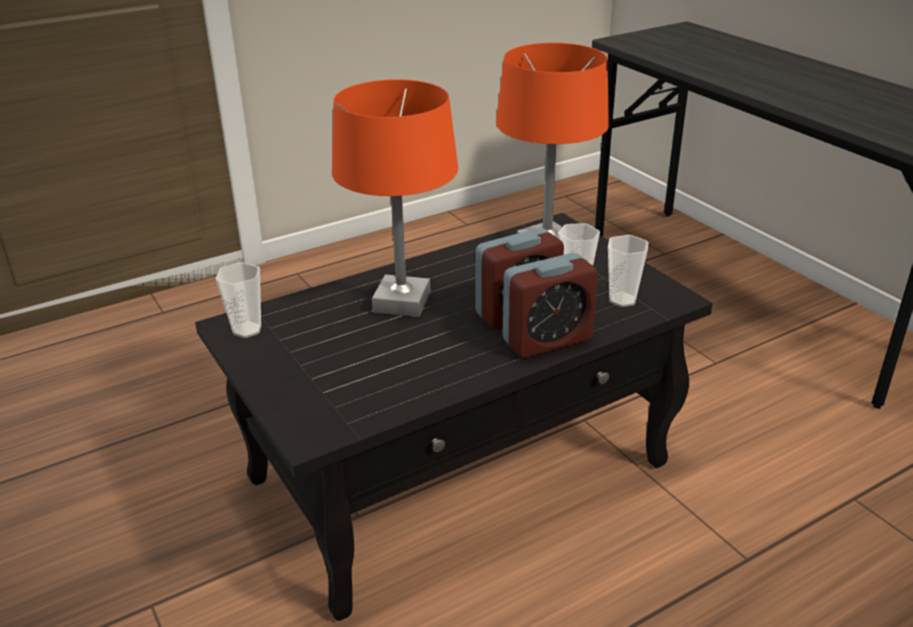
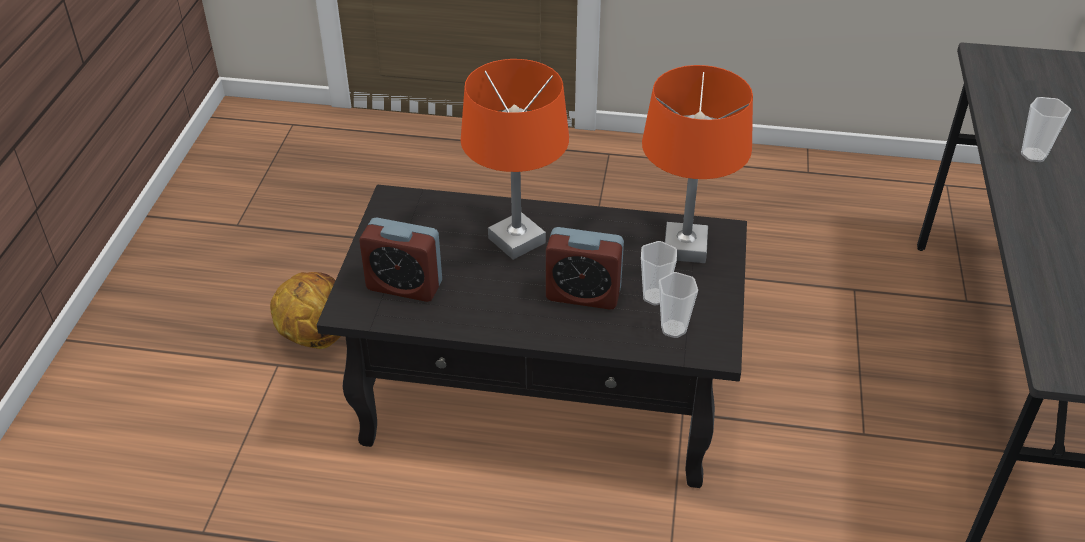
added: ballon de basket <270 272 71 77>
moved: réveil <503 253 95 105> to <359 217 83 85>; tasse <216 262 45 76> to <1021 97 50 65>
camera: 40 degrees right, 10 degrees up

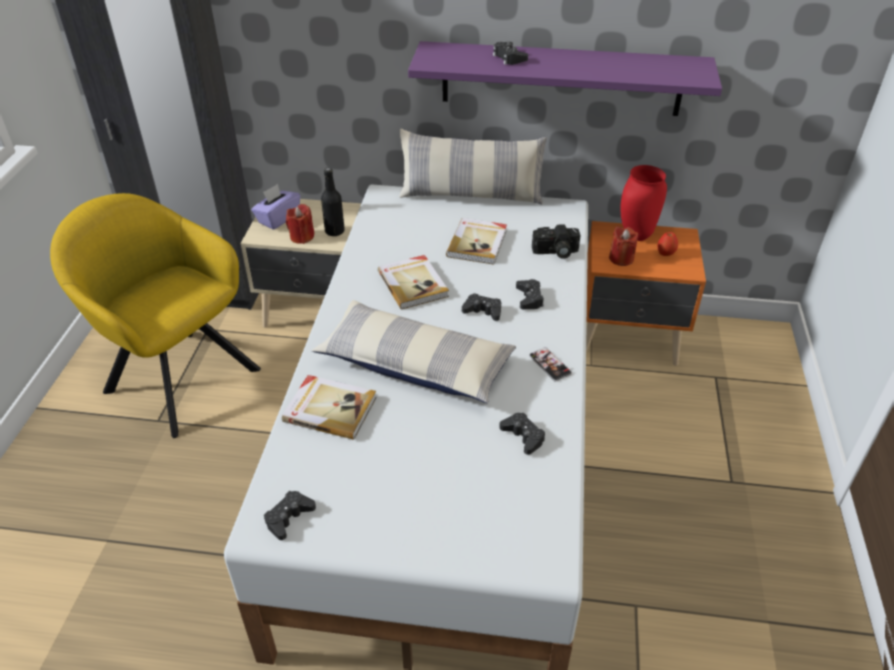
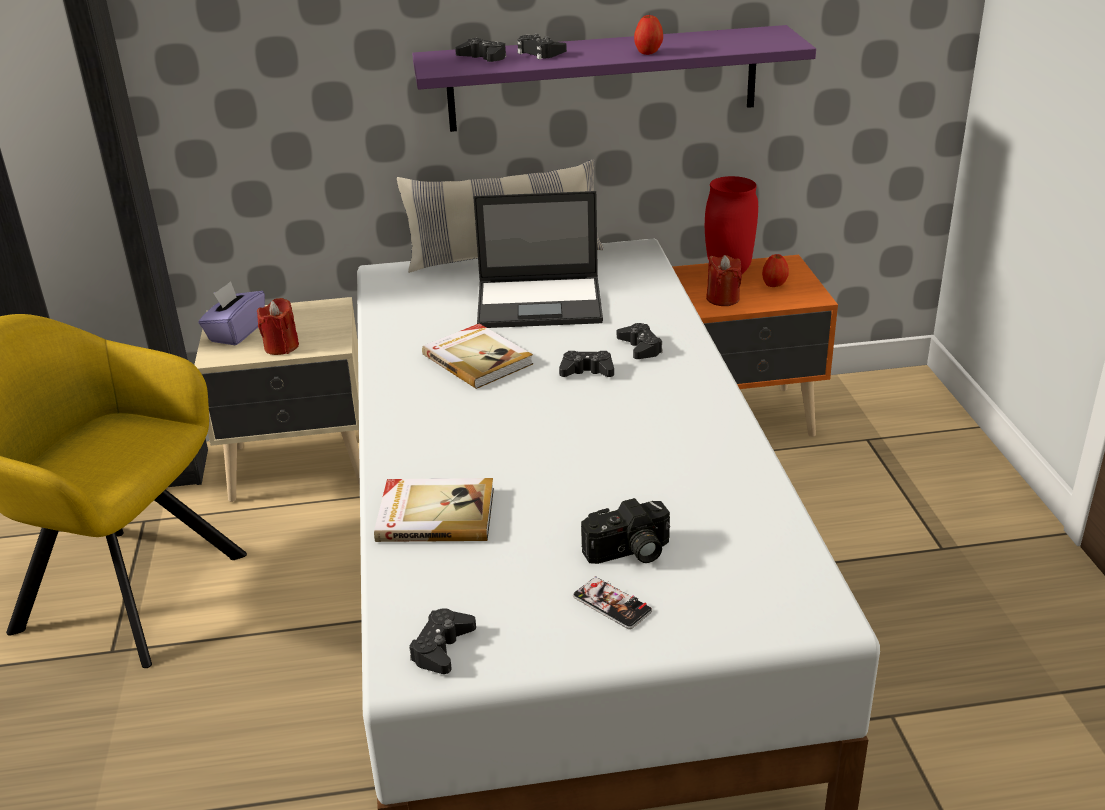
removed: coussin <312 300 204 103>; bouteille [noir] <321 168 24 68>
added: pomme <634 15 29 40>
moved: manette [noir] <499 413 46 42> to <455 38 51 24>; téléphone <529 347 43 34> to <573 576 79 53>; appareil photo <532 224 48 35> to <581 498 89 66>
replaced: livre <446 218 61 47> to ordinateur portable <473 191 130 137>
camera: 15 degrees left, 10 degrees down

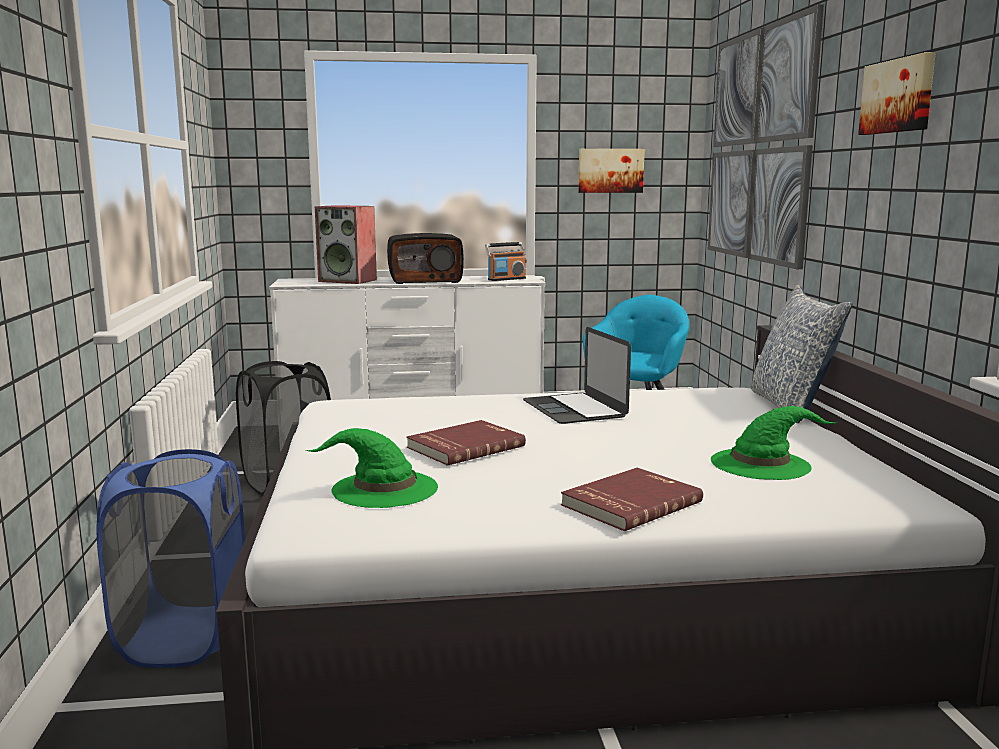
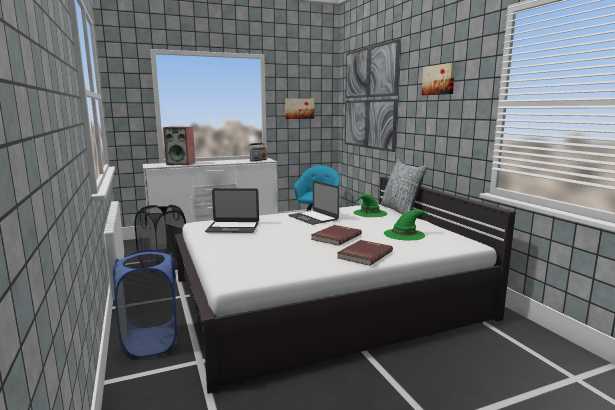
removed: radio <387 233 77 51>
added: ordinateur portable <205 188 54 45>
moved: livre [rouge] <406 420 120 46> to <311 225 51 21>; chapeau [vert] <306 428 132 80> to <353 194 35 23>
camera: 15 degrees left, 0 degrees up

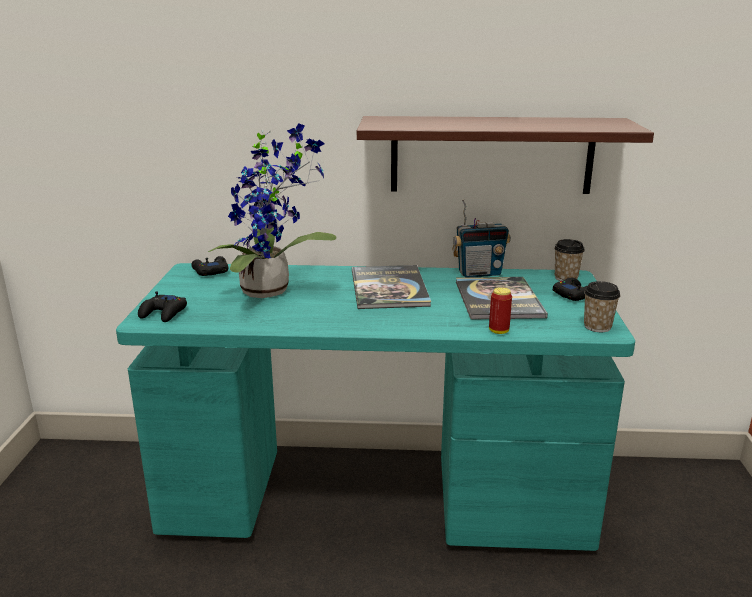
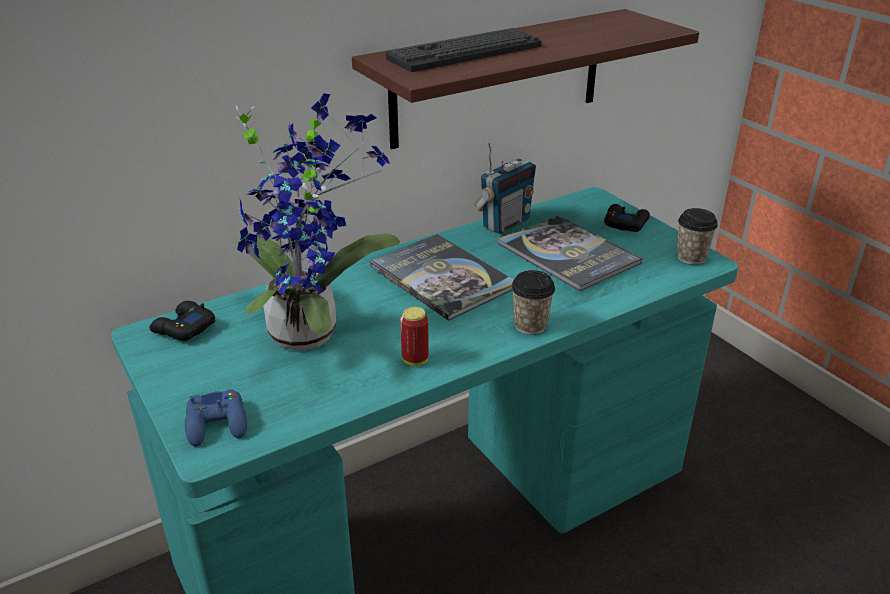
added: clavier <386 28 156 44>
moved: boîte métallique <489 287 23 47> to <400 307 29 59>; tasse <554 239 31 42> to <511 270 44 65>
recoloured: manette [noir] <138 292 49 30> to manette [bleu] <185 389 62 58>
camera: 35 degrees left, 10 degrees up

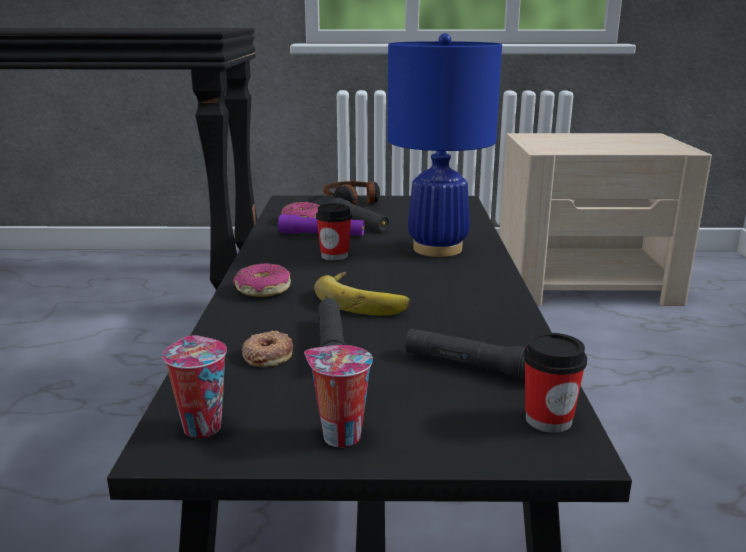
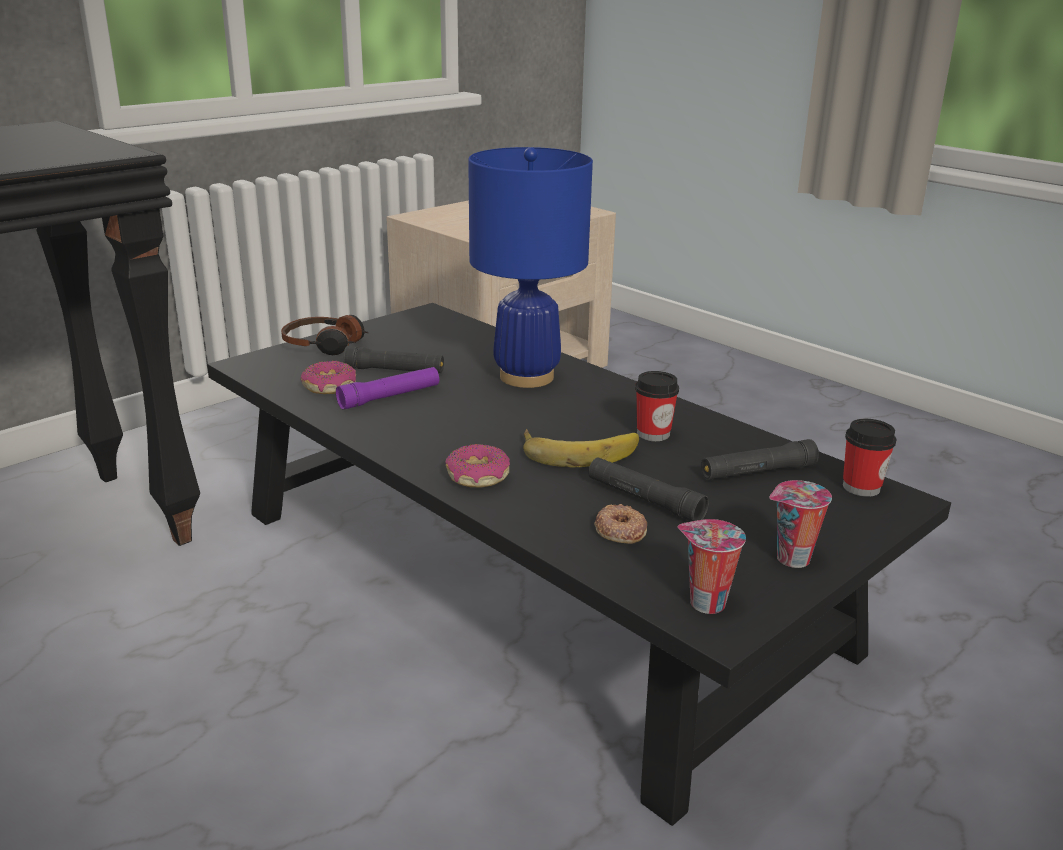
moved: tasse <316 203 36 58> to <635 371 44 70>
camera: 45 degrees left, 5 degrees up

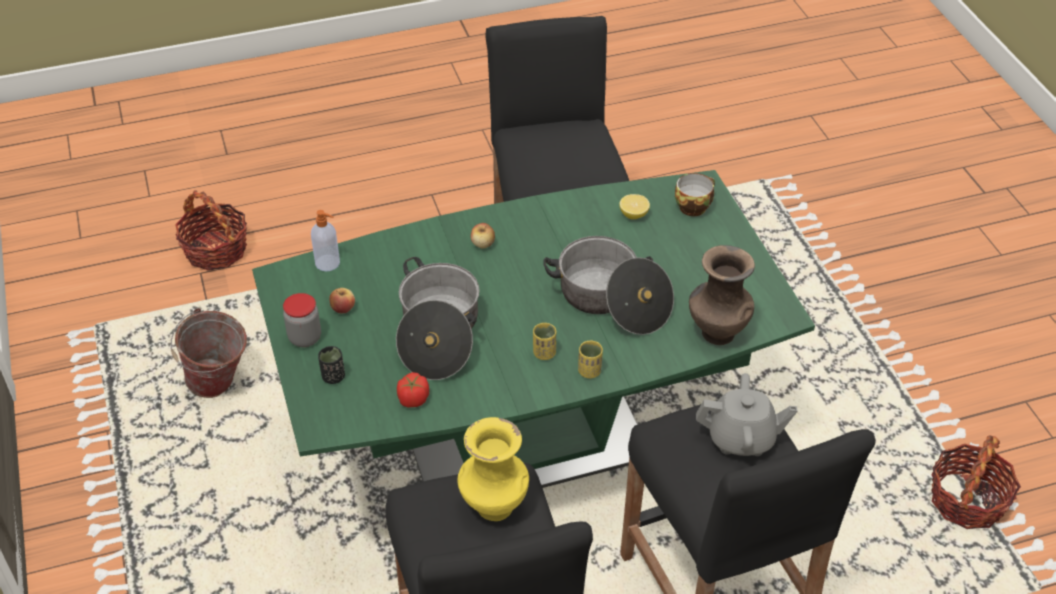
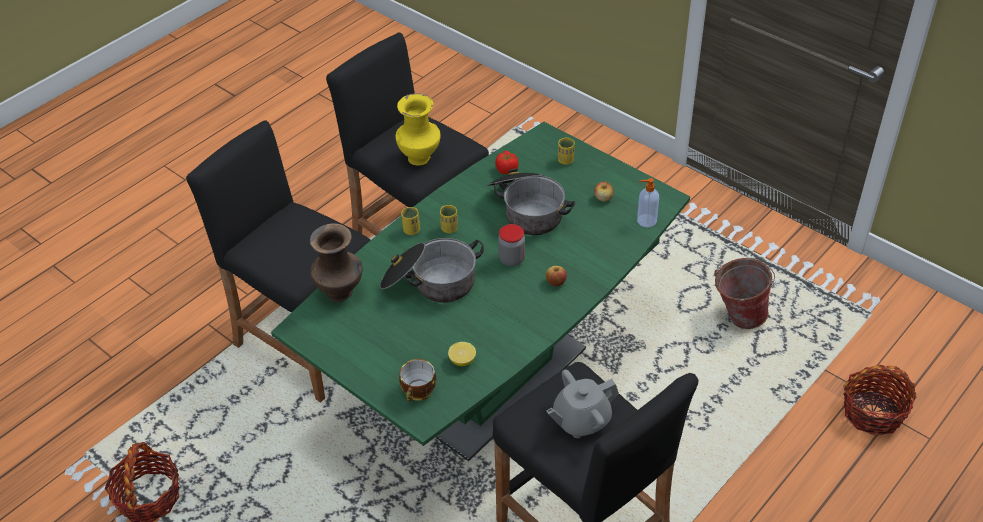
moved: bocal <283 293 38 54> to <498 224 27 42>; théière [gris] <696 373 101 83> to <546 370 73 68>
recoloured: tasse [noir] <318 346 27 38> to tasse [jaune] <558 138 17 27>
camera: 150 degrees right, 0 degrees up

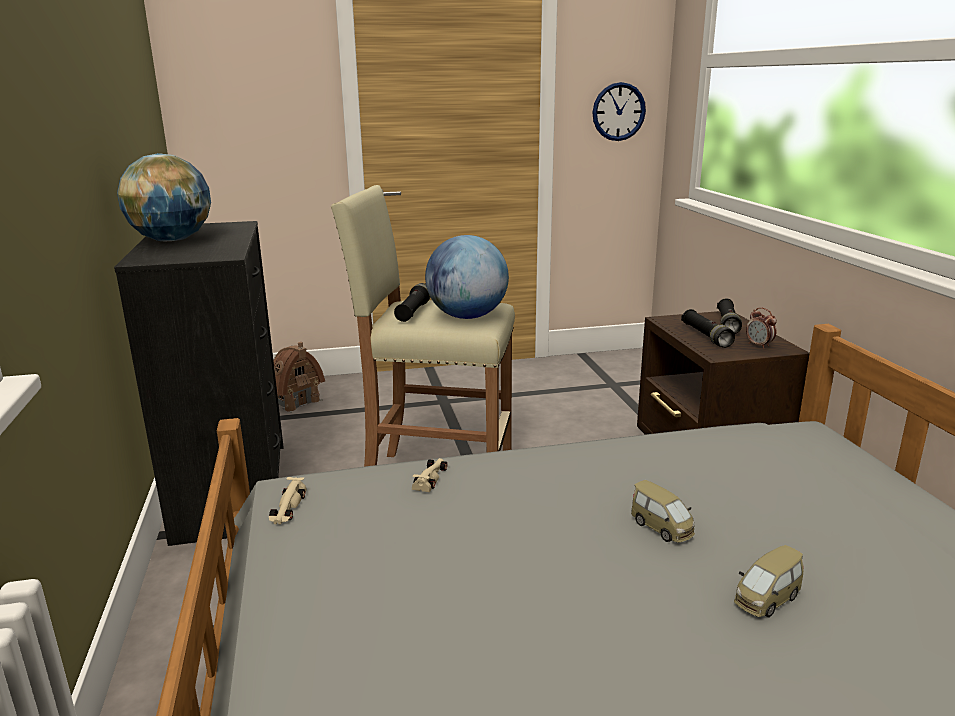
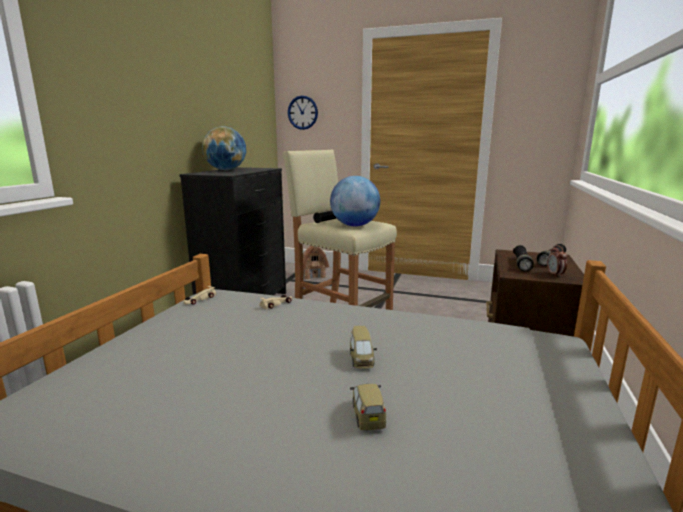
moved: horloge murale <592 82 54 59> to <288 95 30 35>
turned: petite voiture <734 545 70 73> = <350 384 36 46> 90 degrees clockwise
camera: 30 degrees right, 5 degrees down

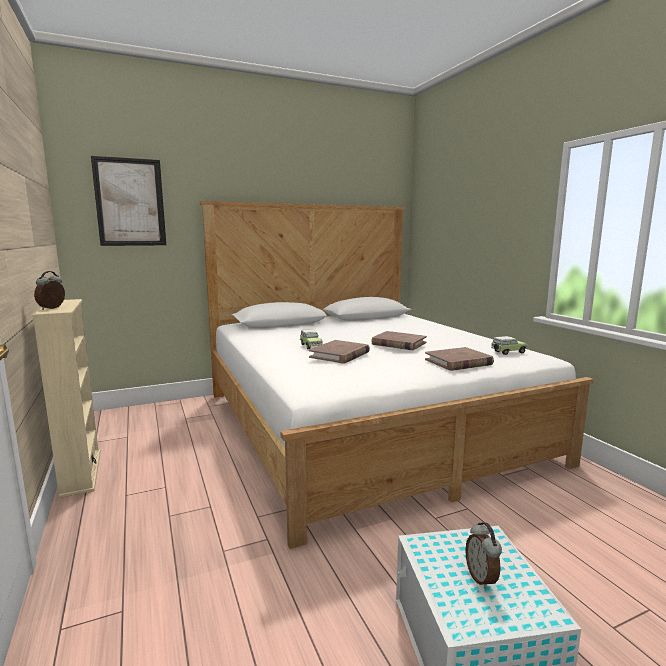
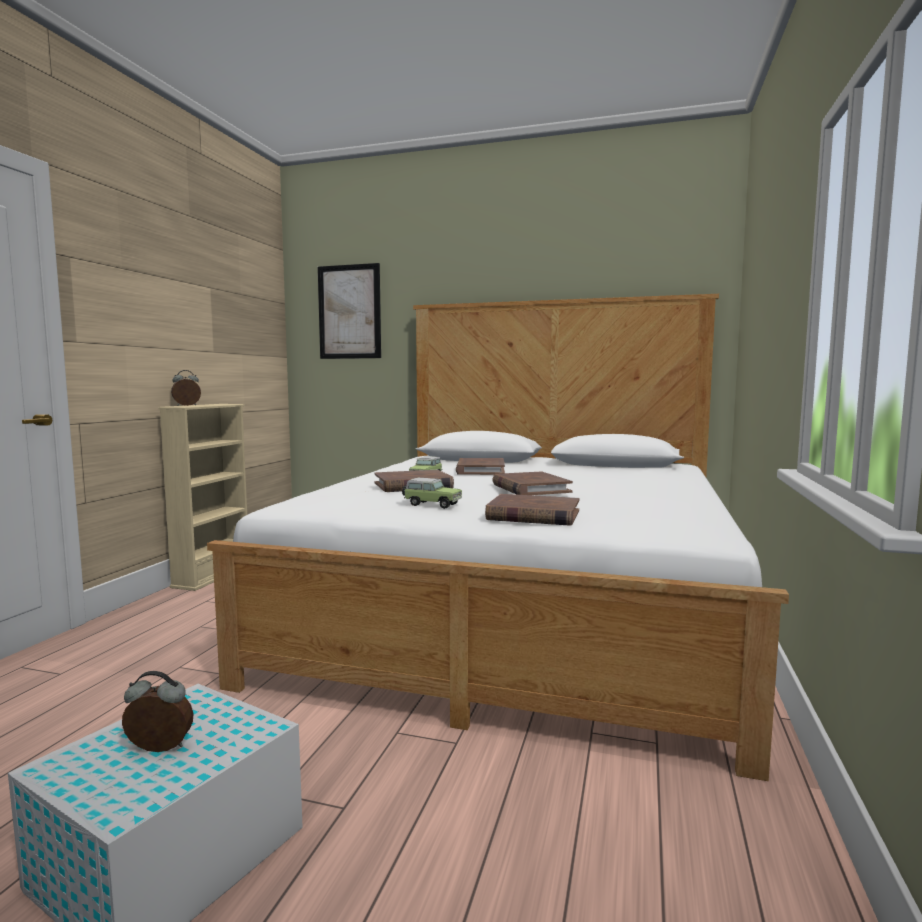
added: livre [marron] <456 458 49 17>
moved: petite voiture <491 336 37 19> to <402 478 60 31>
turned: réveil <465 522 37 68> = <122 671 72 81> 60 degrees clockwise
camera: 40 degrees right, 5 degrees down

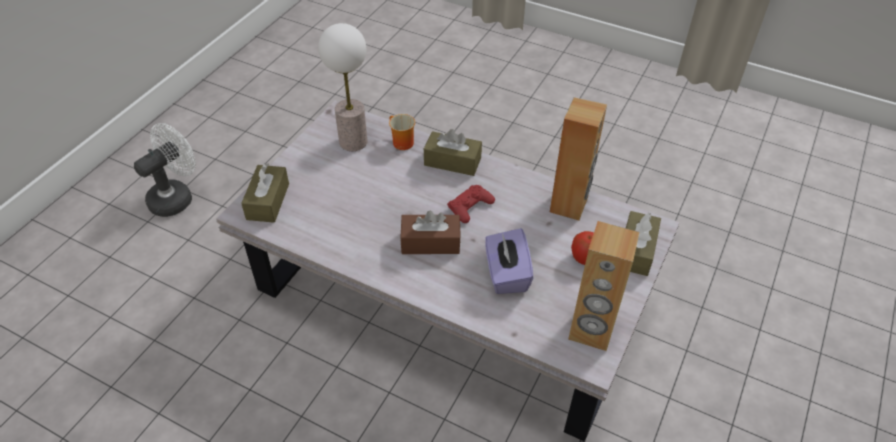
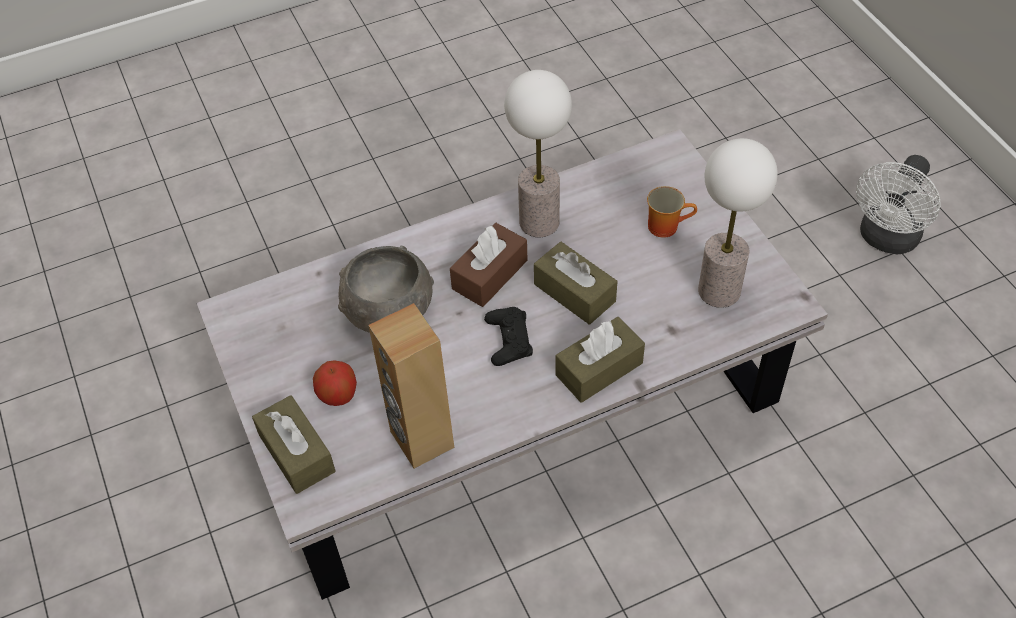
removed: enceinte [marron] <568 221 71 130>
added: lampe de table <504 70 68 167>
moved: boîte à mouchoirs [marron] <241 163 48 60> to <534 242 83 82>; mug <389 114 26 36> to <647 186 50 52>
replaced: boîte à mouchoirs [violet] <485 228 48 66> to bol [gris] <338 246 96 87>
recoloured: manette [rouge] <447 185 48 38> to manette [noir] <484 307 49 59>
turned: ventilateur [blanc] <134 123 62 94> = <856 155 84 99> 45 degrees clockwise
camera: 130 degrees right, 5 degrees up

